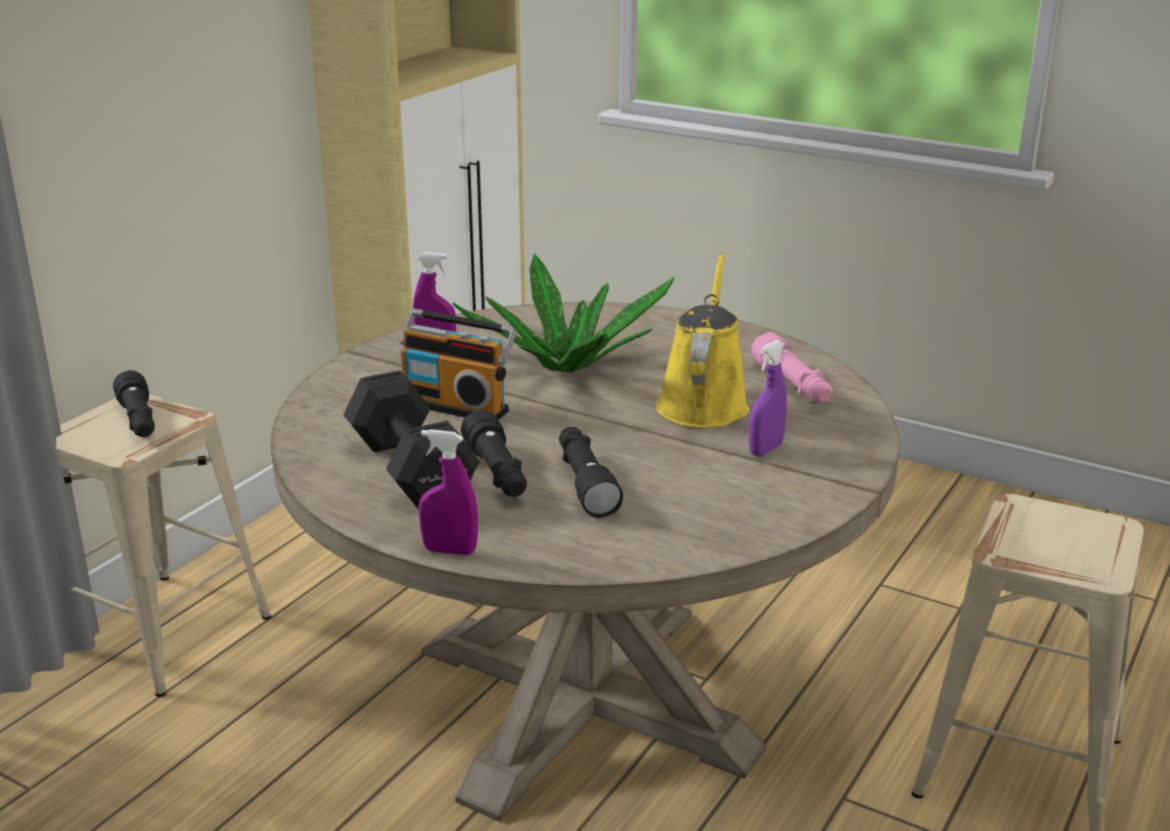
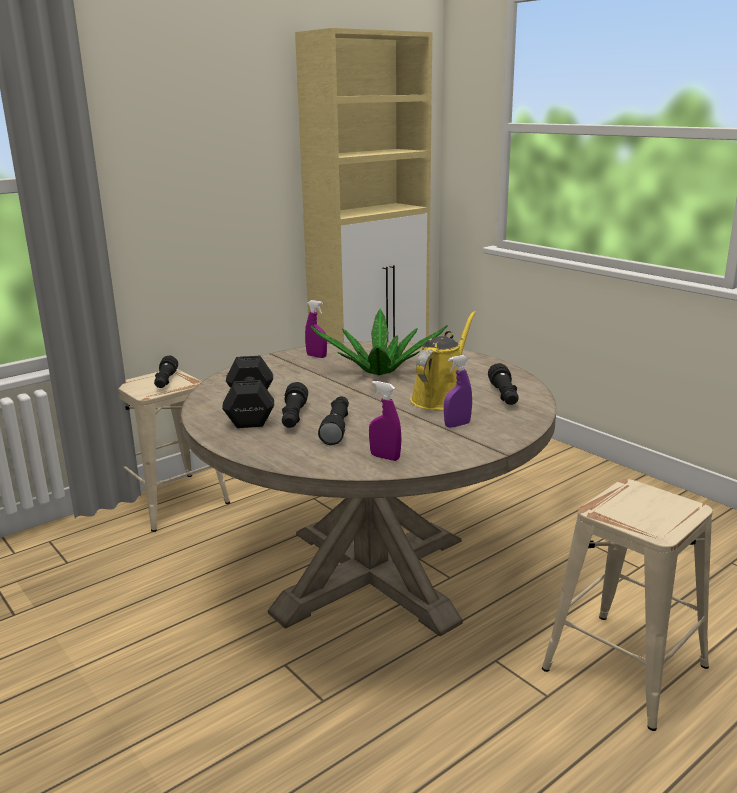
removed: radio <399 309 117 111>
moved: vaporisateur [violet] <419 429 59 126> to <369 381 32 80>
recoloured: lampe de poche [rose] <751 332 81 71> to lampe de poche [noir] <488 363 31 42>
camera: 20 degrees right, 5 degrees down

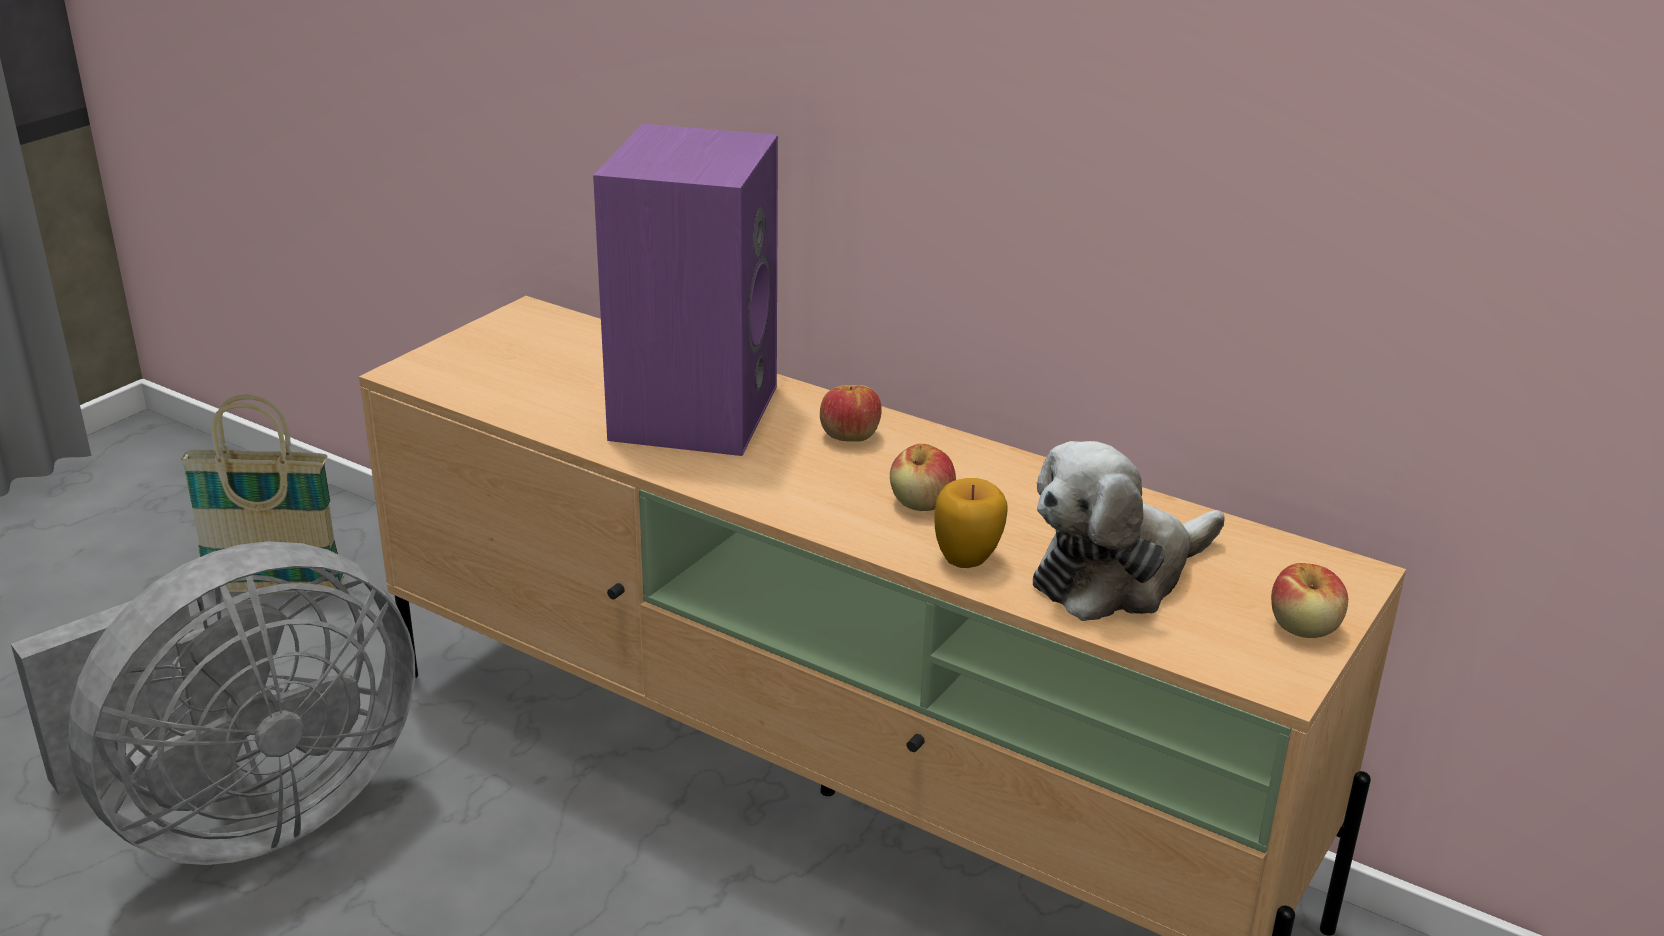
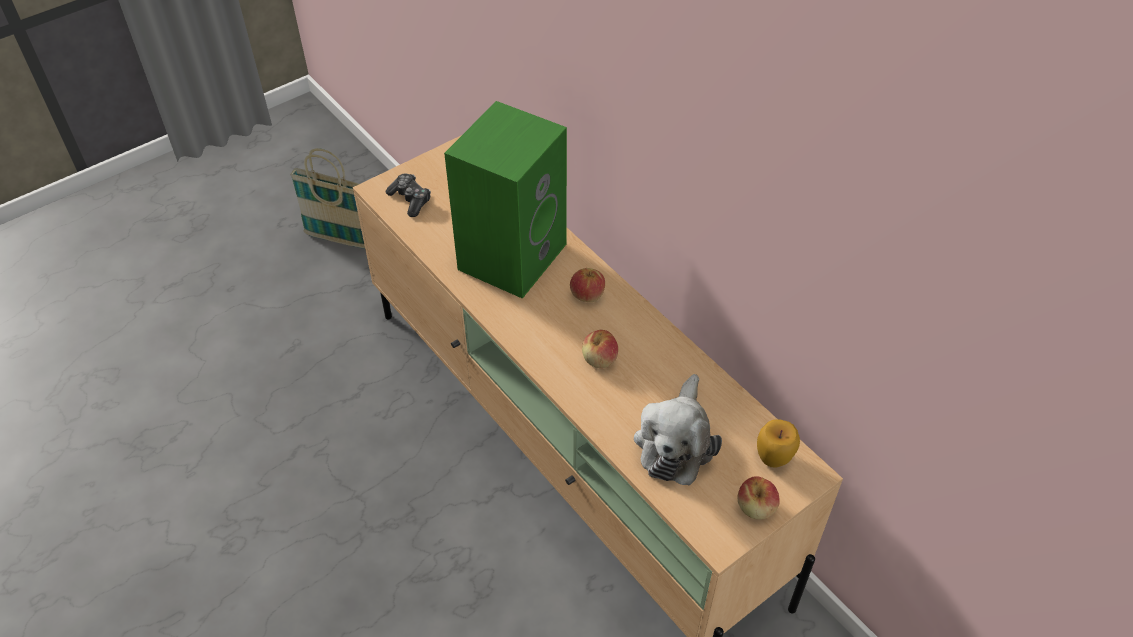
removed: ventilateur [gris] <11 541 404 324>
added: manette <385 174 46 43>
moved: pomme <934 478 74 90> to <757 419 43 49>
recoloured: enceinte [violet] <593 124 185 332> to enceinte [vert] <444 101 123 198>
turned: peluche <1033 441 192 180> = <634 374 88 112> 60 degrees counterclockwise
camera: 20 degrees right, 20 degrees up

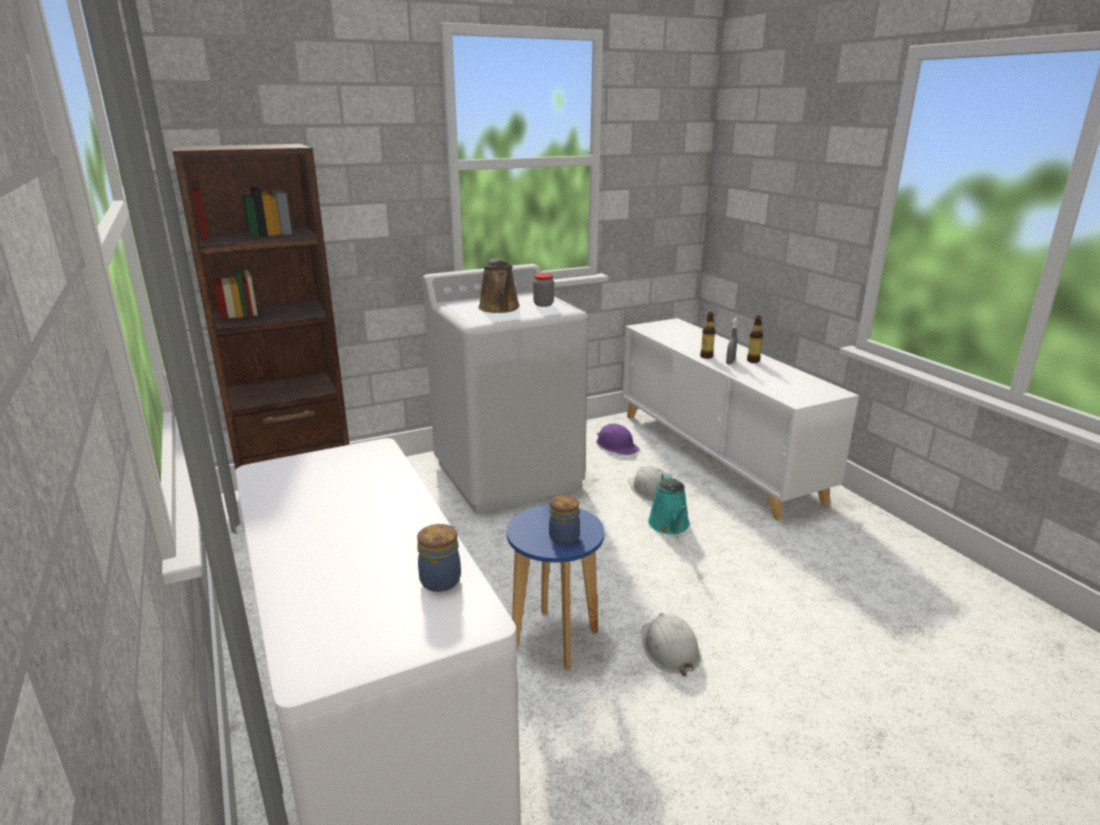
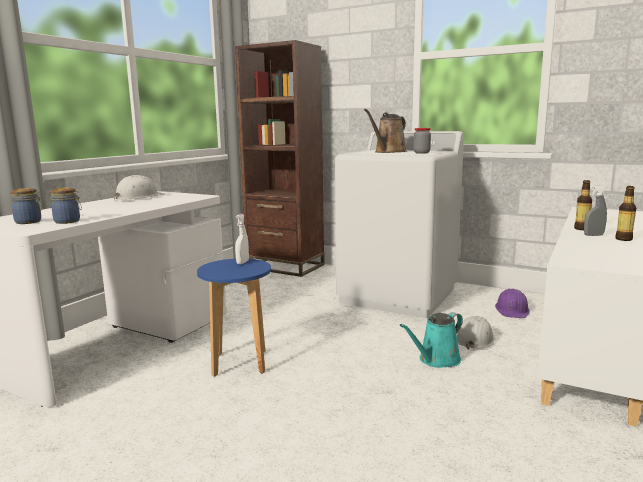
added: vaporisateur [blanc] <235 214 14 50>
moved: bocal <549 495 31 50> to <11 188 32 36>; casque de chantier [blanc] <642 613 59 63> to <114 175 51 25>
camera: 55 degrees right, 10 degrees down

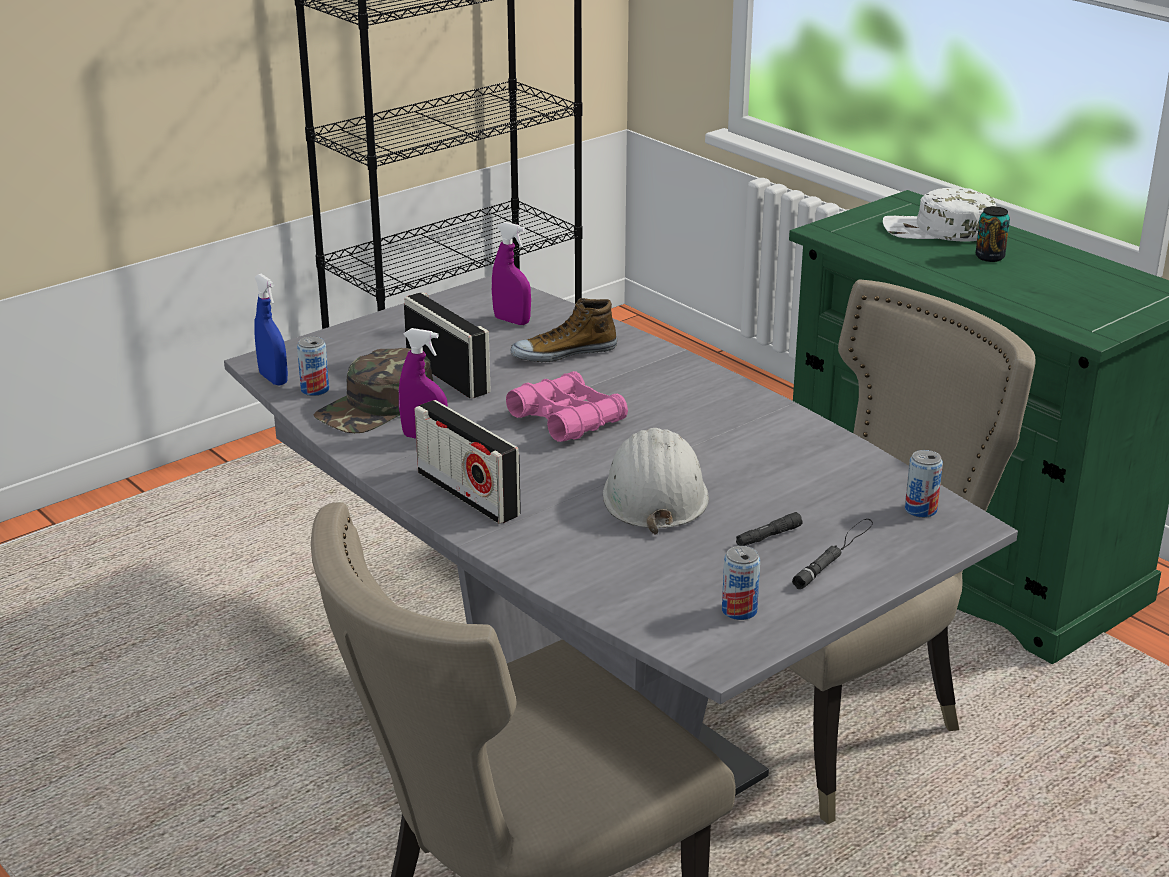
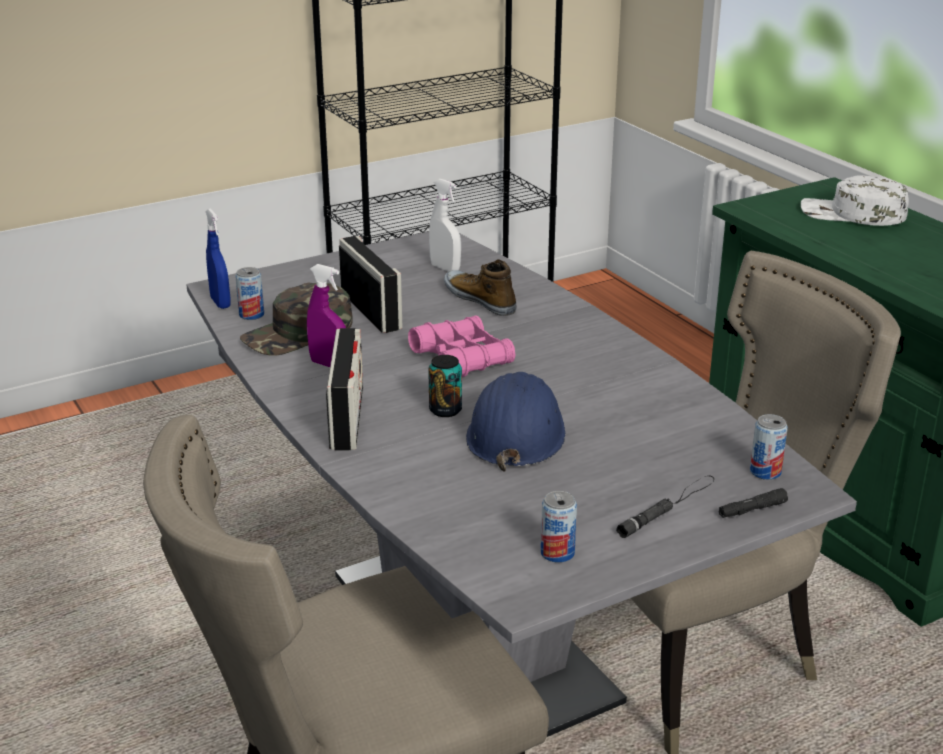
moved: boîte métallique <976 206 34 56> to <428 355 34 62>; lampe de poche [noir] <736 512 67 34> to <719 488 69 30>
recoloured: vaporisateur [violet] <492 222 39 103> to vaporisateur [blanc] <429 179 32 93>; casque de chantier [blanc] <603 428 106 106> to casque de chantier [bleu] <466 372 99 100>
turned: radio <415 400 106 124> = <326 328 37 123> 150 degrees counterclockwise; chaussure <511 298 106 64> = <444 259 72 57> 60 degrees clockwise
camera: 10 degrees right, 0 degrees up

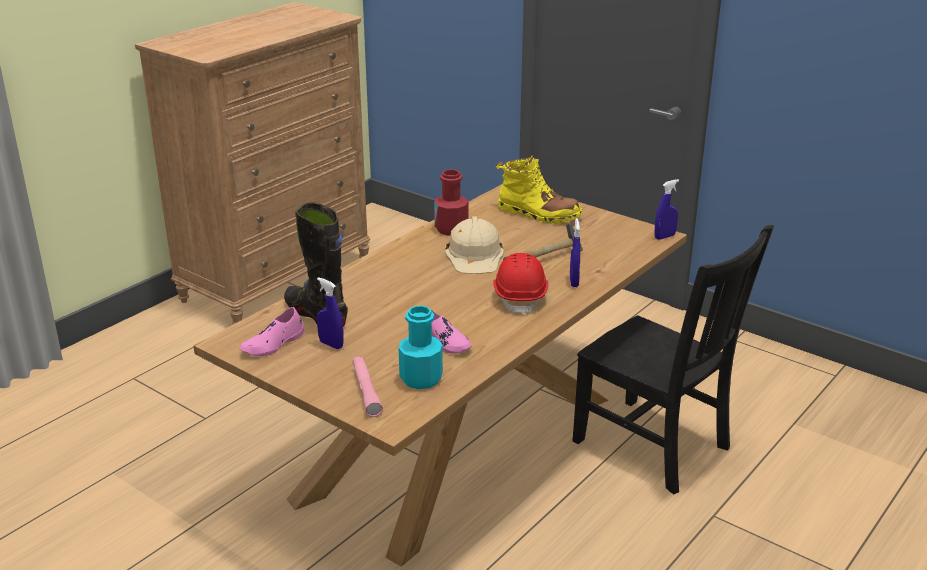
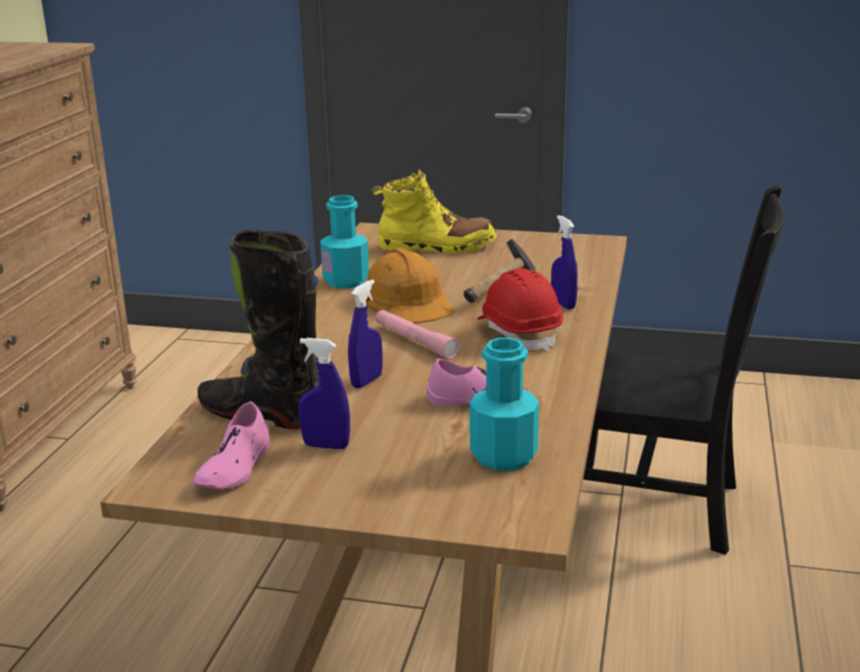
moved: vaporisateur [bleu] <655 179 24 61> to <348 280 34 108>; lampe de poche [rose] <352 356 31 61> to <375 310 85 49>
recoloured: bouteille [rouge] <434 170 34 66> to bouteille [turquoise] <320 195 49 93>; casque de chantier [beige] <445 216 59 58> to casque de chantier [orange] <366 248 88 75>
camera: 25 degrees left, 5 degrees down

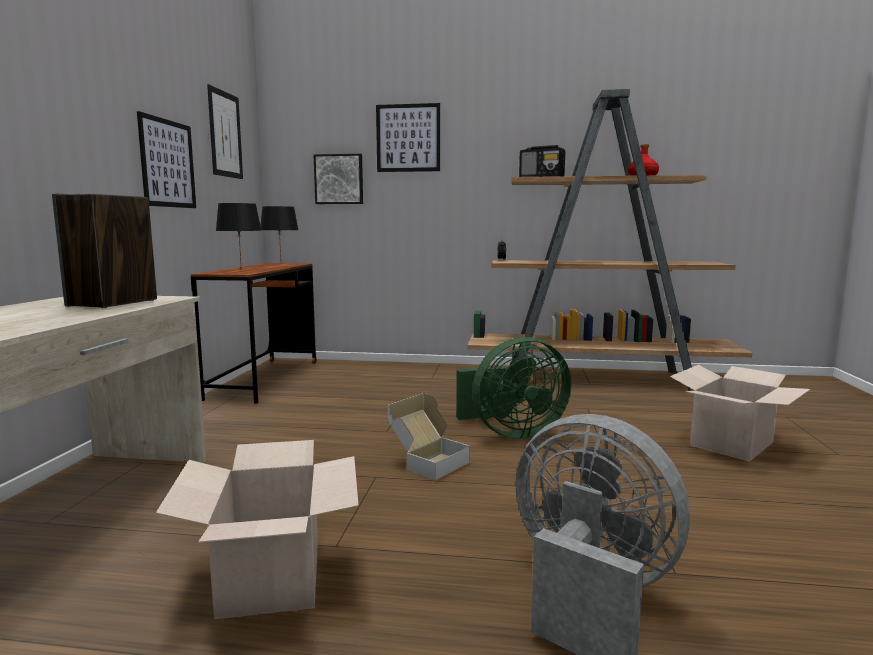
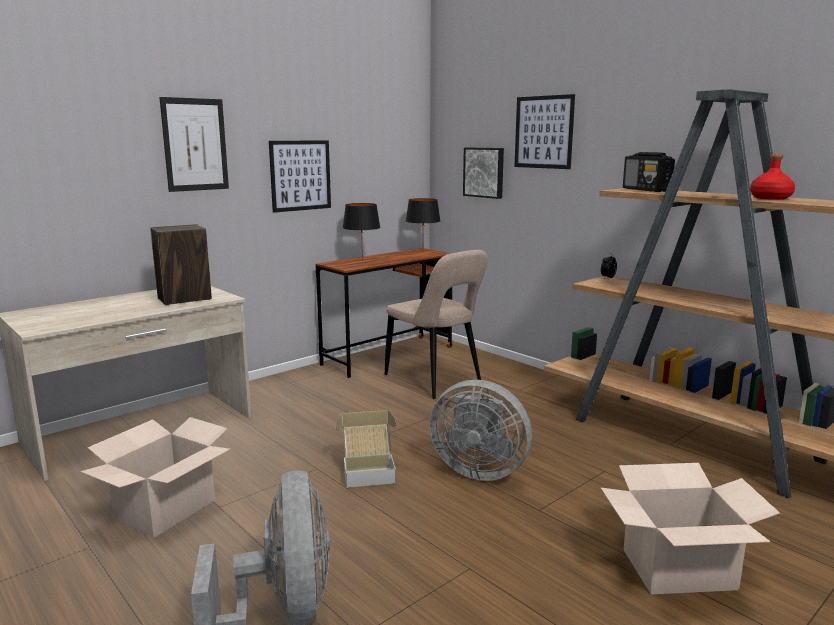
added: chaise [beige] <385 250 103 149>
moved: tableau <207 84 36 95> to <159 97 70 95>
recoloured: ventilateur [vert] <456 337 115 102> to ventilateur [gris] <430 380 102 101>
camera: 40 degrees right, 5 degrees up

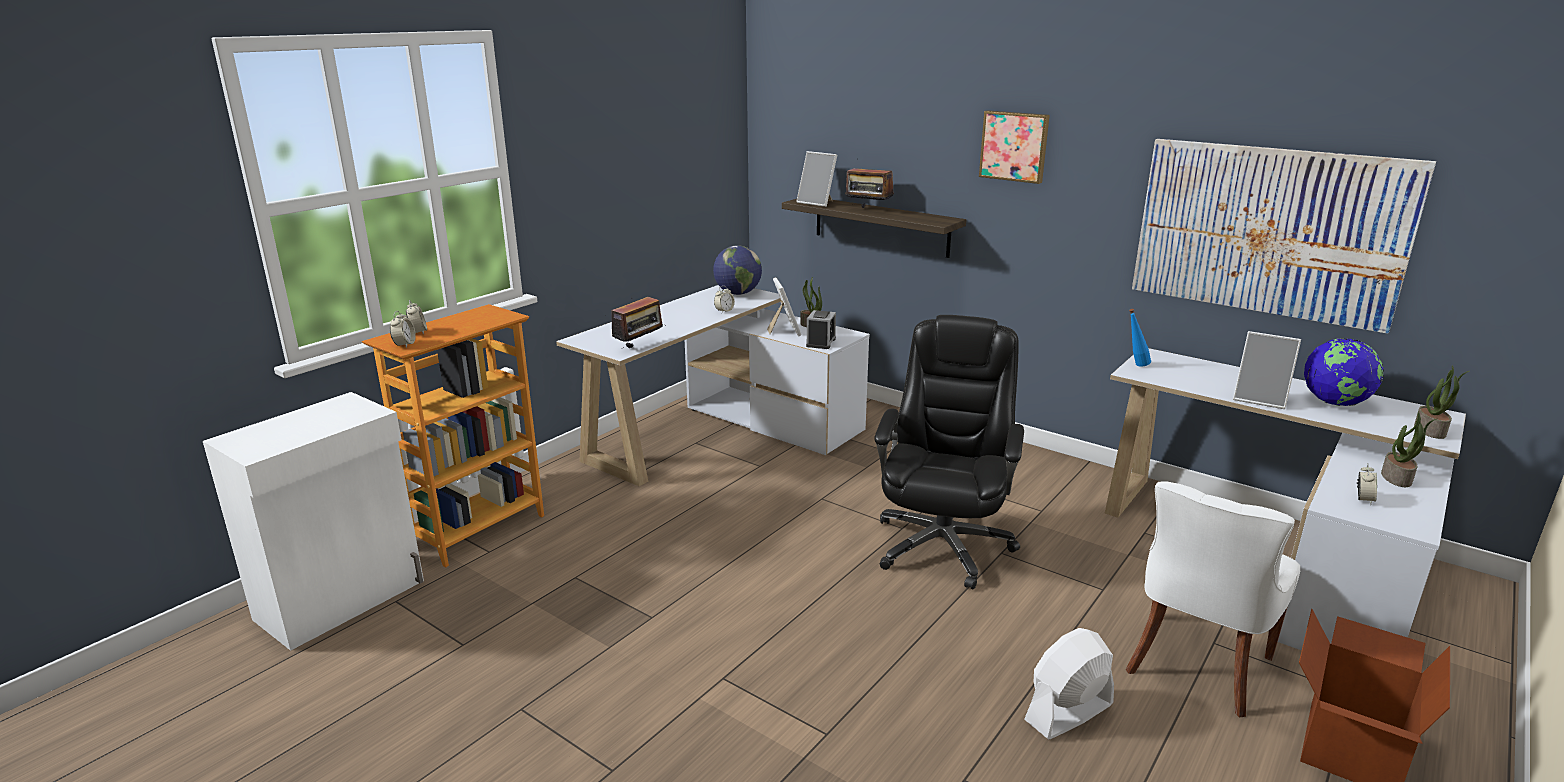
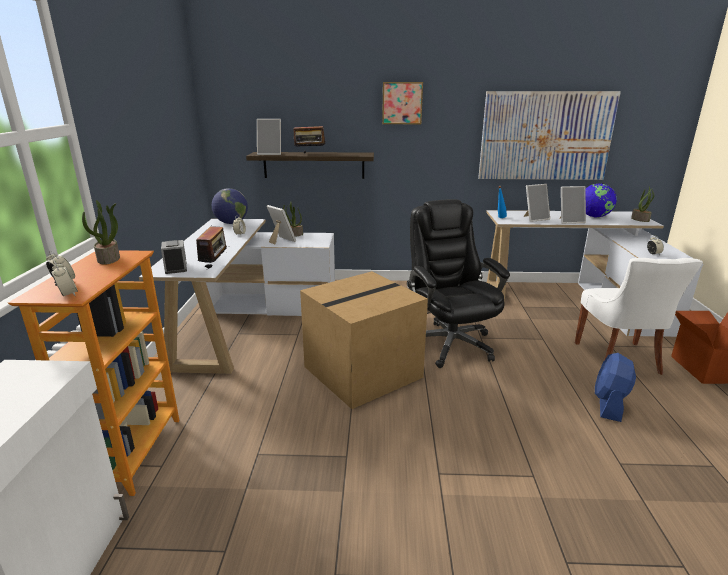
added: carton <300 271 128 138>; cadre photo <523 184 27 38>
moved: plante en pot <1381 412 55 75> to <82 200 38 65>; réveil <806 310 30 39> to <161 240 26 34>
recoloured: ventilateur [blanc] <1024 628 90 111> to ventilateur [bleu] <595 353 41 69>
camera: 35 degrees left, 0 degrees up

